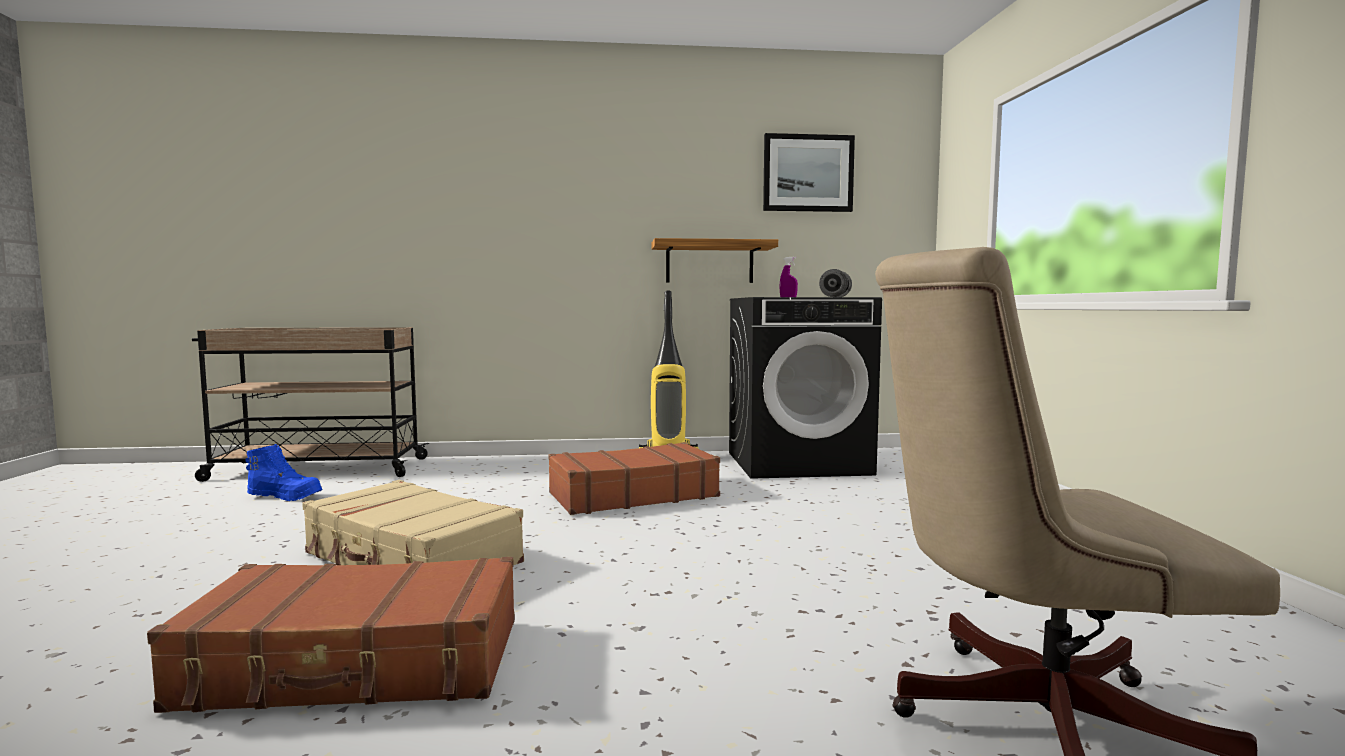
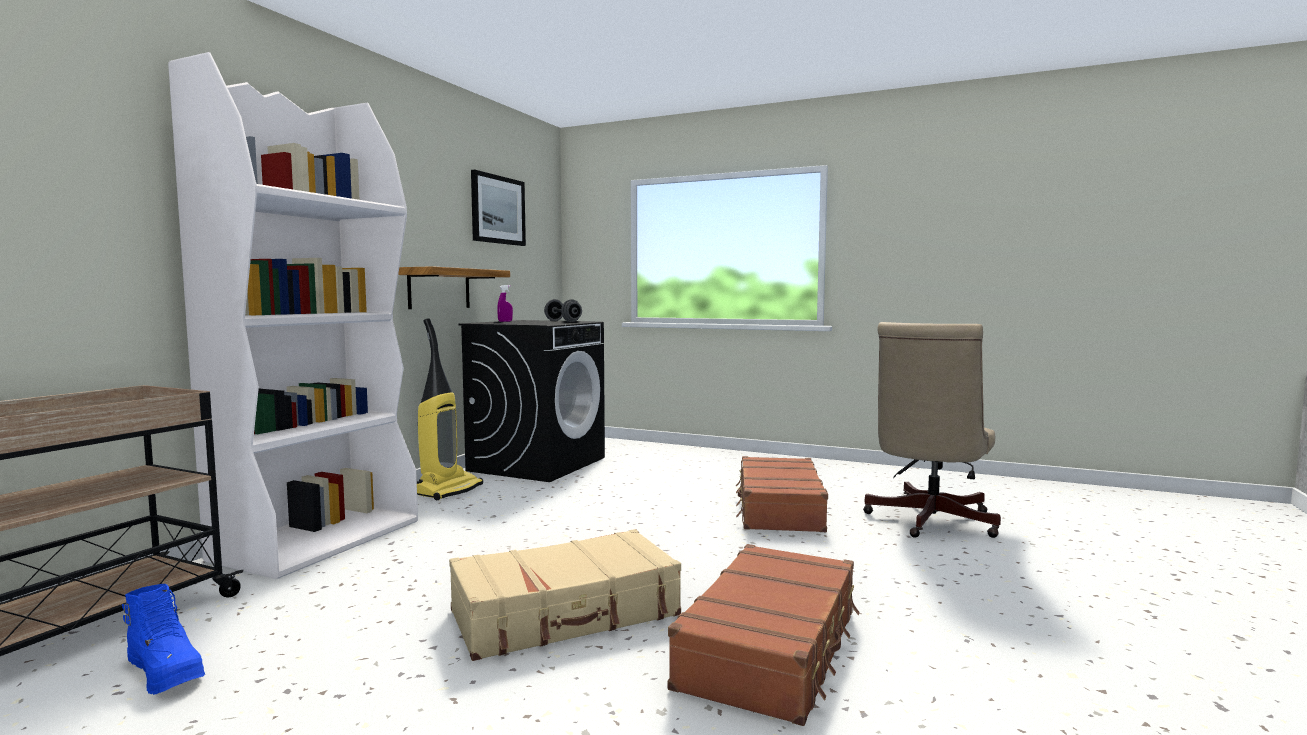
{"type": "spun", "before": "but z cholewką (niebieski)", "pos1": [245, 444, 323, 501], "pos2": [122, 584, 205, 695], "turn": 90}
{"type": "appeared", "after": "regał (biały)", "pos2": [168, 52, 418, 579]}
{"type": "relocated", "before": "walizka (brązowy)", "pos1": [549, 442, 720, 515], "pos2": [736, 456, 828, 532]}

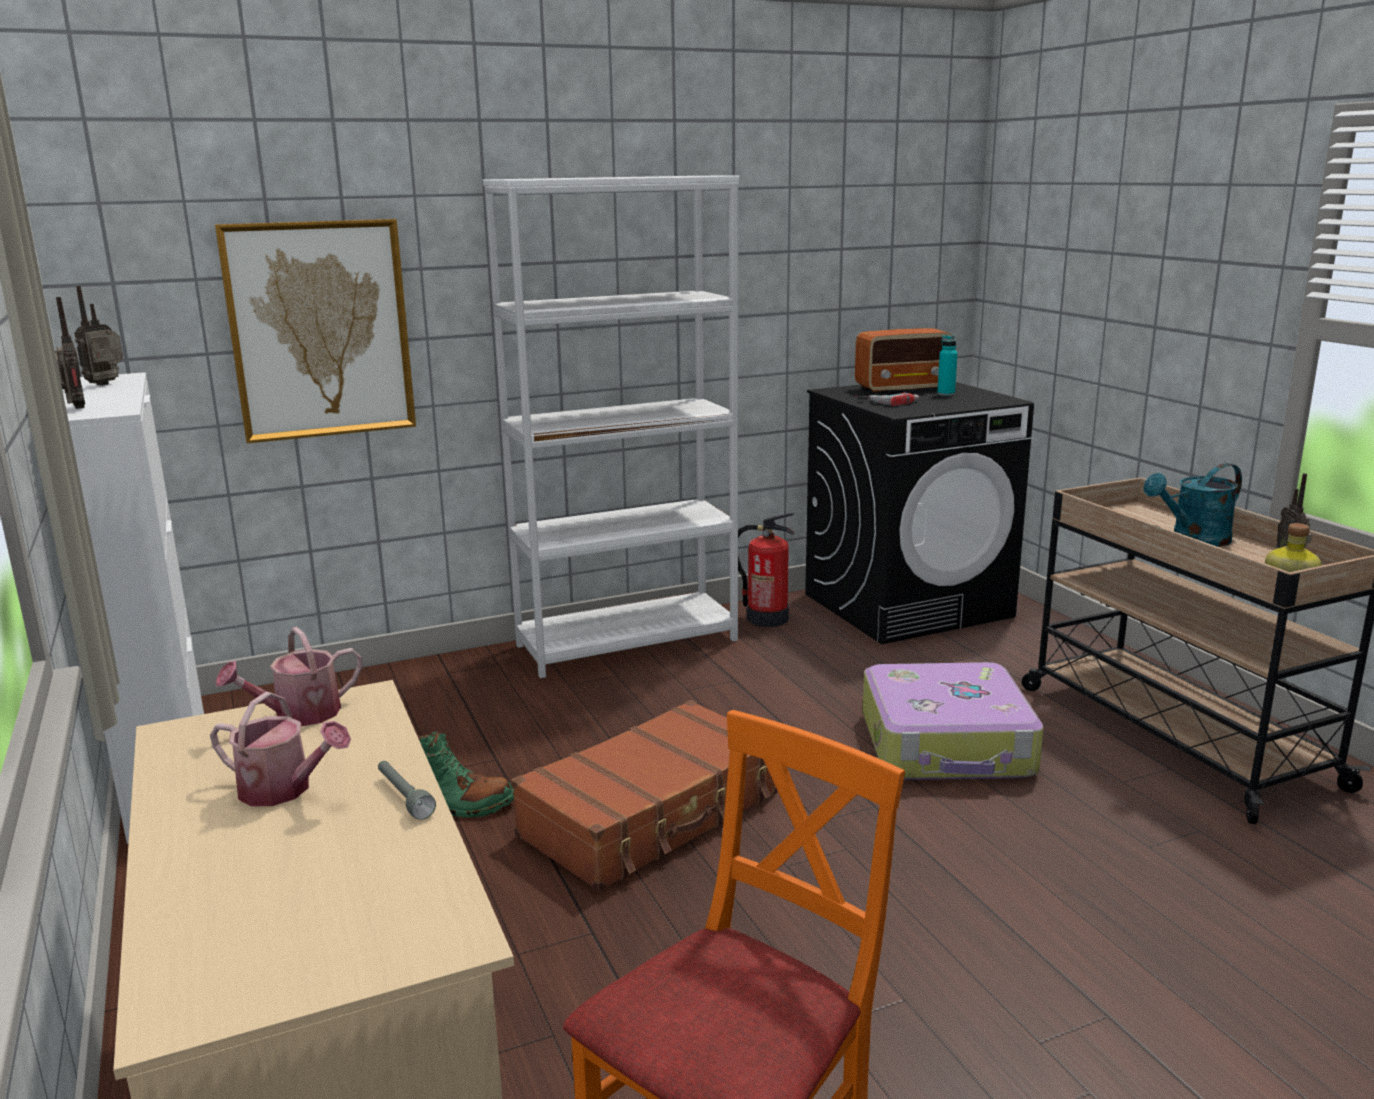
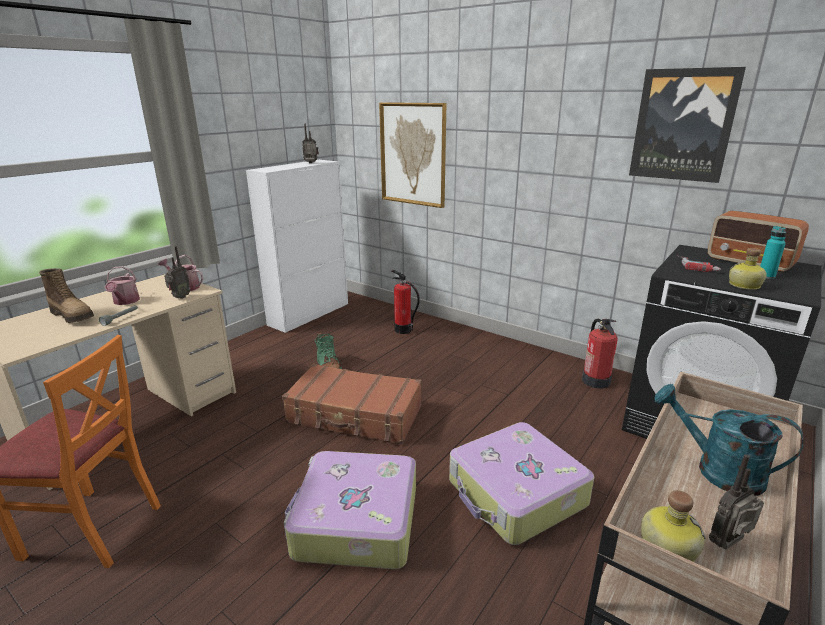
{"type": "appeared", "after": "but z cholewką", "pos2": [39, 268, 94, 323]}
{"type": "relocated", "before": "radio", "pos1": [55, 297, 85, 409], "pos2": [164, 246, 191, 299]}
{"type": "appeared", "after": "walizka", "pos2": [284, 451, 416, 569]}
{"type": "appeared", "after": "gaśnica", "pos2": [392, 270, 420, 334]}
{"type": "appeared", "after": "obraz", "pos2": [629, 67, 746, 183]}
{"type": "appeared", "after": "butelka", "pos2": [729, 248, 767, 290]}
{"type": "missing", "before": "regał (biały)", "pos1": [483, 176, 740, 678]}

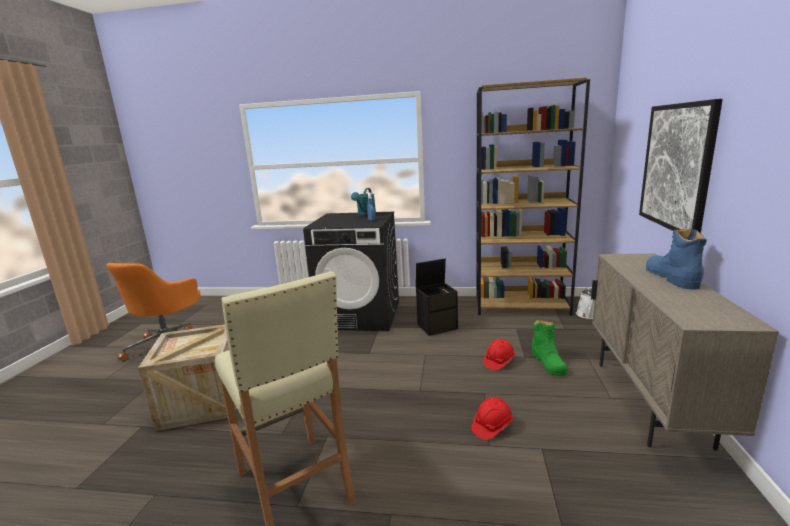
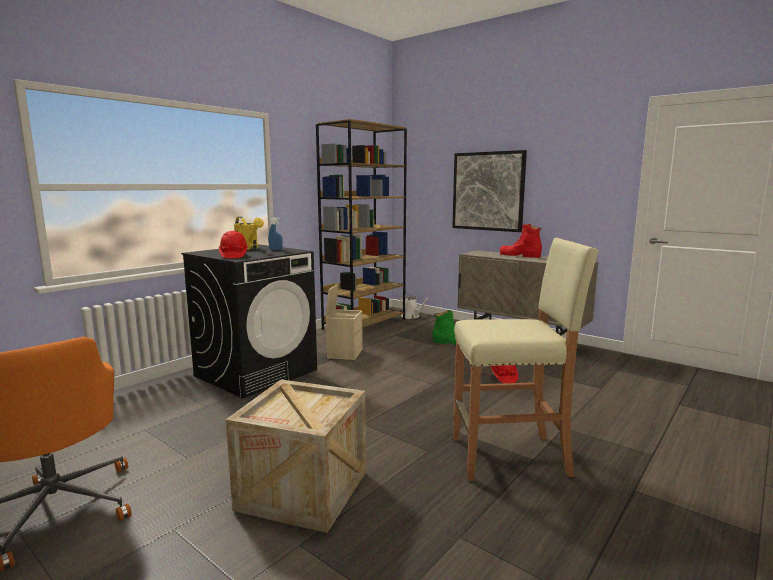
{"type": "relocated", "before": "kask (czerwony)", "pos1": [483, 339, 515, 370], "pos2": [219, 231, 248, 258]}
{"type": "colour", "before": "konewka (turkusowy)", "after": "konewka (żółty)", "pos1": [351, 188, 376, 217], "pos2": [234, 216, 264, 250]}
{"type": "colour", "before": "pojemnik do przechowywania (czarny)", "after": "pojemnik do przechowywania (beżowy)", "pos1": [416, 258, 458, 336], "pos2": [326, 283, 363, 360]}
{"type": "colour", "before": "but z cholewką (niebieski)", "after": "but z cholewką (czerwony)", "pos1": [646, 229, 707, 289], "pos2": [500, 224, 542, 258]}

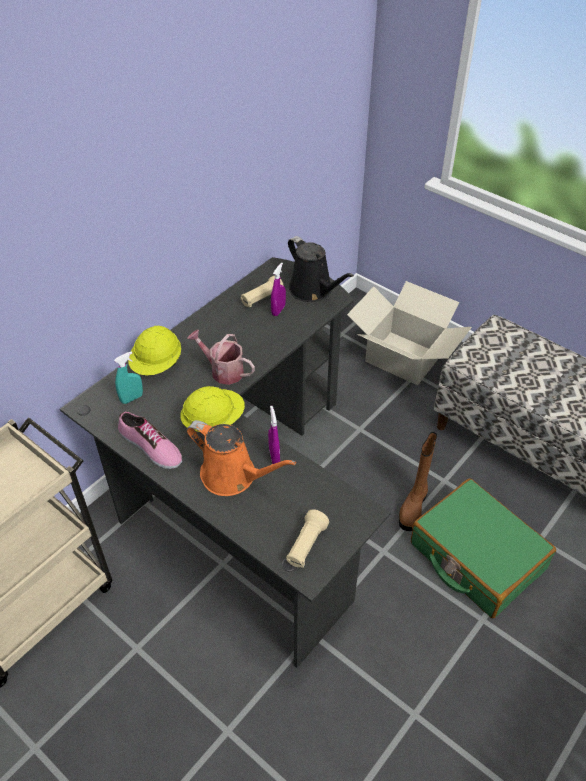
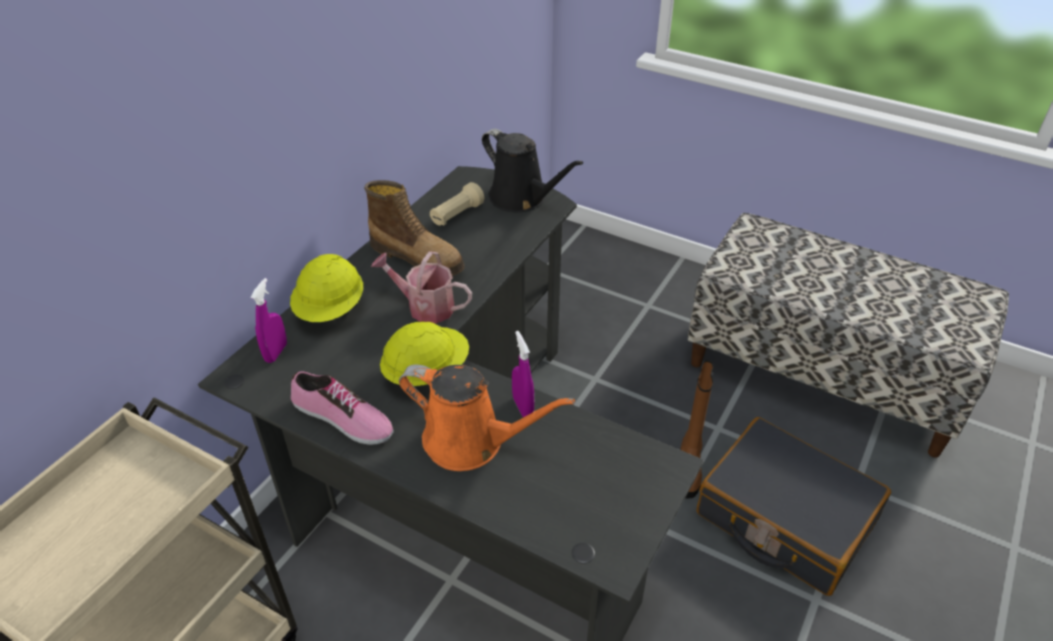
{"type": "relocated", "before": "spryskiwacz (fioletowy)", "pos1": [271, 262, 286, 316], "pos2": [251, 278, 287, 363]}
{"type": "appeared", "after": "but z cholewką", "pos2": [364, 180, 465, 276]}
{"type": "colour", "before": "walizka (zielony)", "after": "walizka (czarny)", "pos1": [411, 478, 556, 618], "pos2": [696, 417, 891, 596]}
{"type": "missing", "before": "spryskiwacz (turkusowy)", "pos1": [114, 351, 143, 404]}
{"type": "missing", "before": "latarka (beżowy)", "pos1": [286, 509, 329, 568]}
{"type": "missing", "before": "karton", "pos1": [347, 281, 472, 385]}

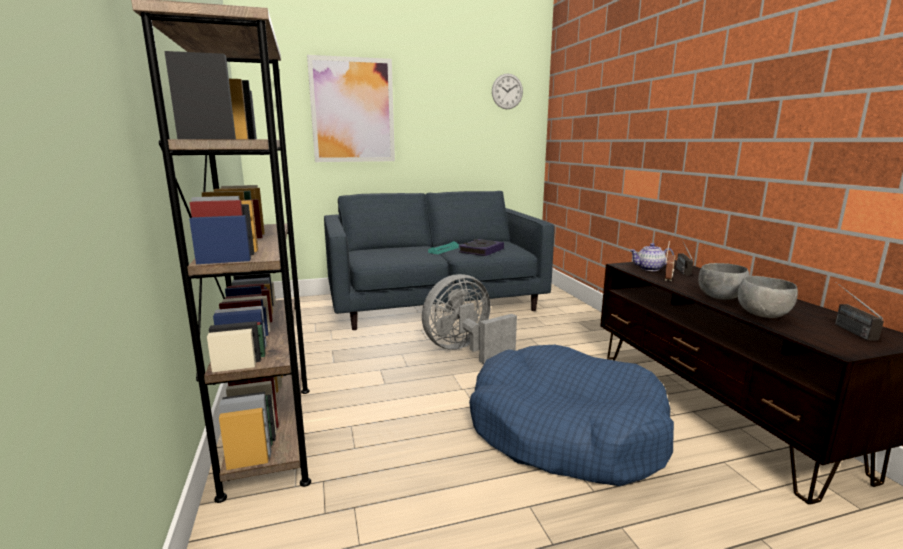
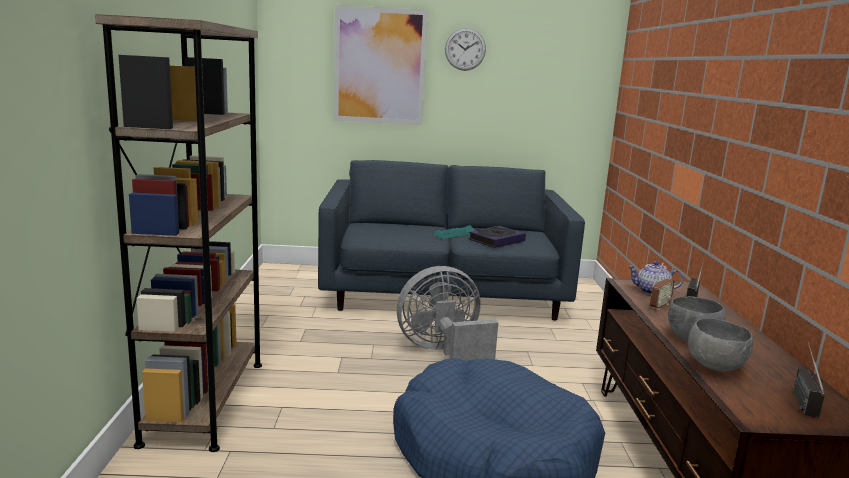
{"type": "relocated", "before": "zegar ścienny", "pos1": [492, 74, 523, 109], "pos2": [445, 28, 486, 71]}

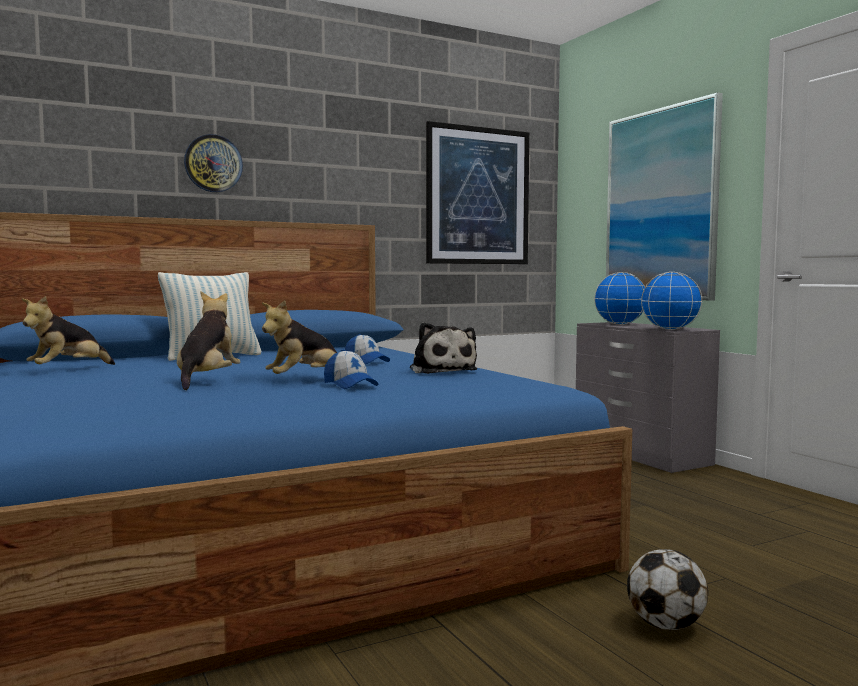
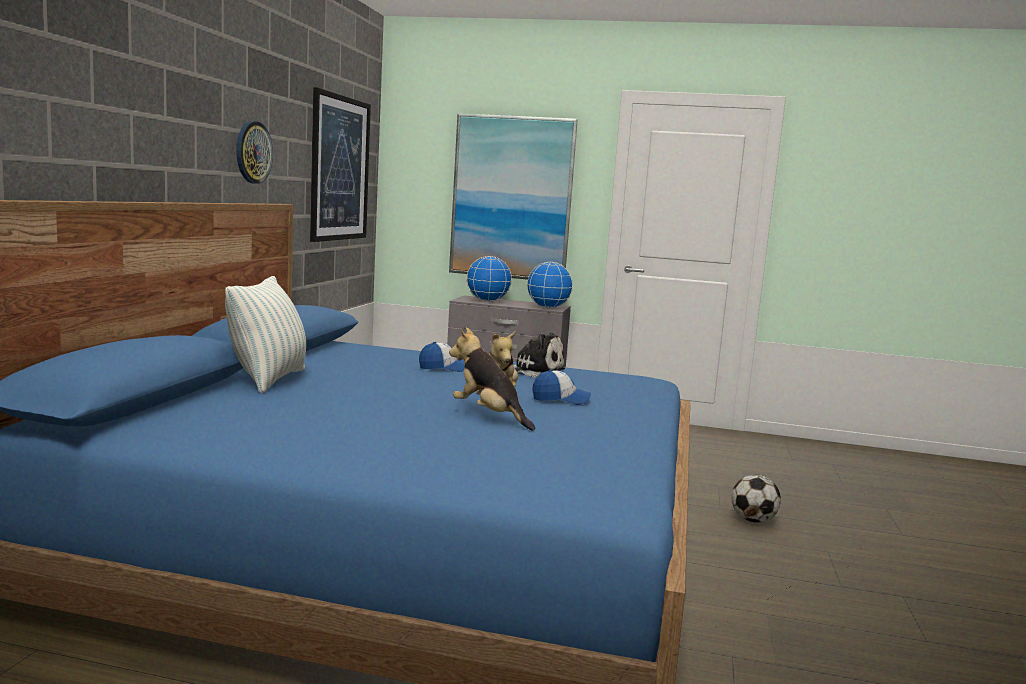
{"type": "relocated", "before": "zegar ścienny", "pos1": [184, 134, 243, 192], "pos2": [236, 121, 273, 184]}
{"type": "missing", "before": "pluszak", "pos1": [22, 296, 115, 365]}

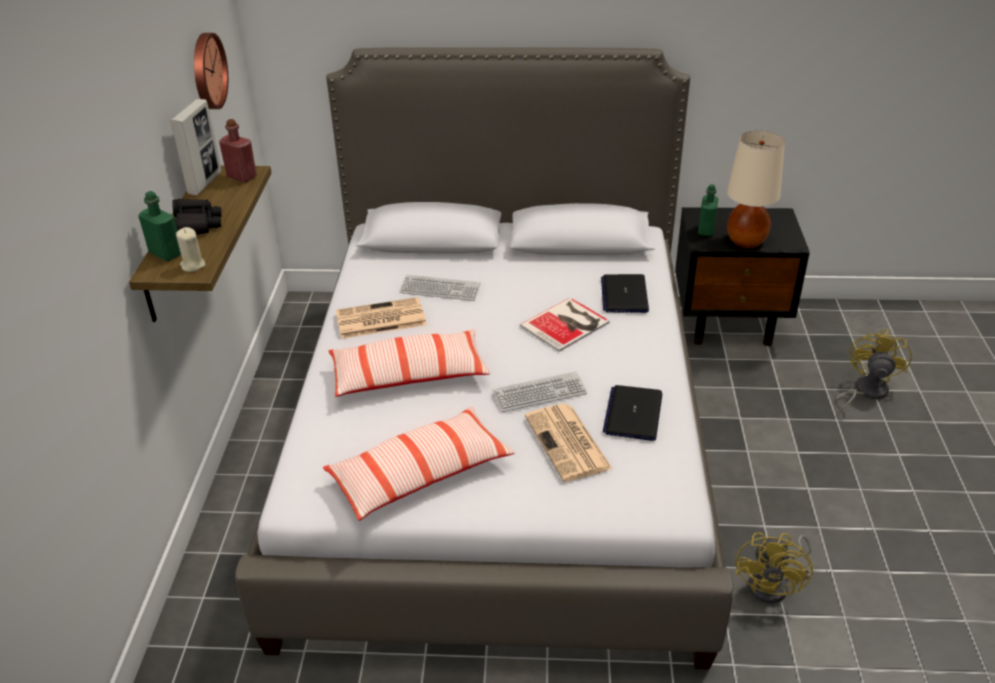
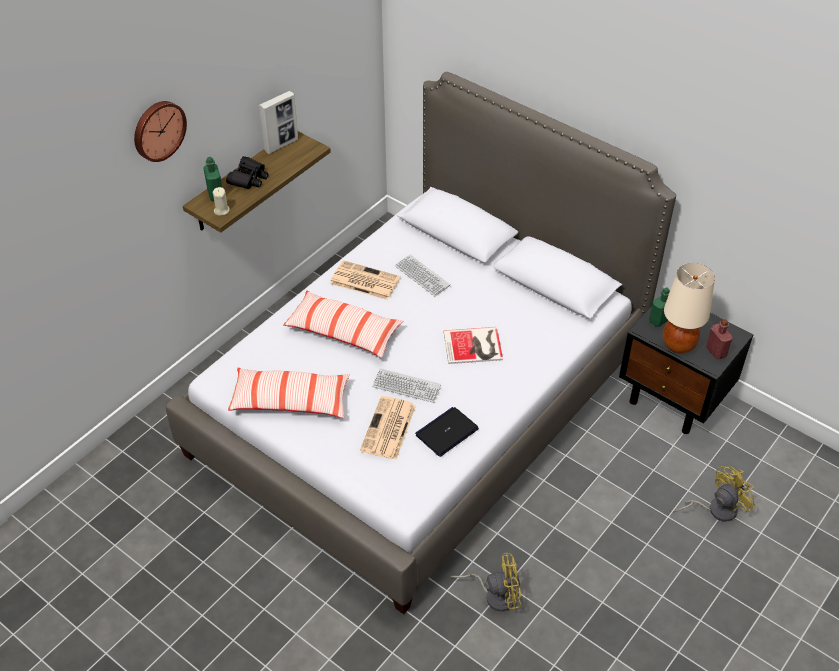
{"type": "relocated", "before": "zegar ścienny", "pos1": [194, 33, 228, 109], "pos2": [134, 101, 187, 162]}
{"type": "spun", "before": "wentylator (żółty)", "pos1": [736, 532, 813, 604], "pos2": [451, 553, 522, 612], "turn": -150}
{"type": "relocated", "before": "butelka (czerwony)", "pos1": [219, 119, 257, 182], "pos2": [706, 319, 733, 359]}
{"type": "missing", "before": "laptop", "pos1": [601, 274, 649, 313]}

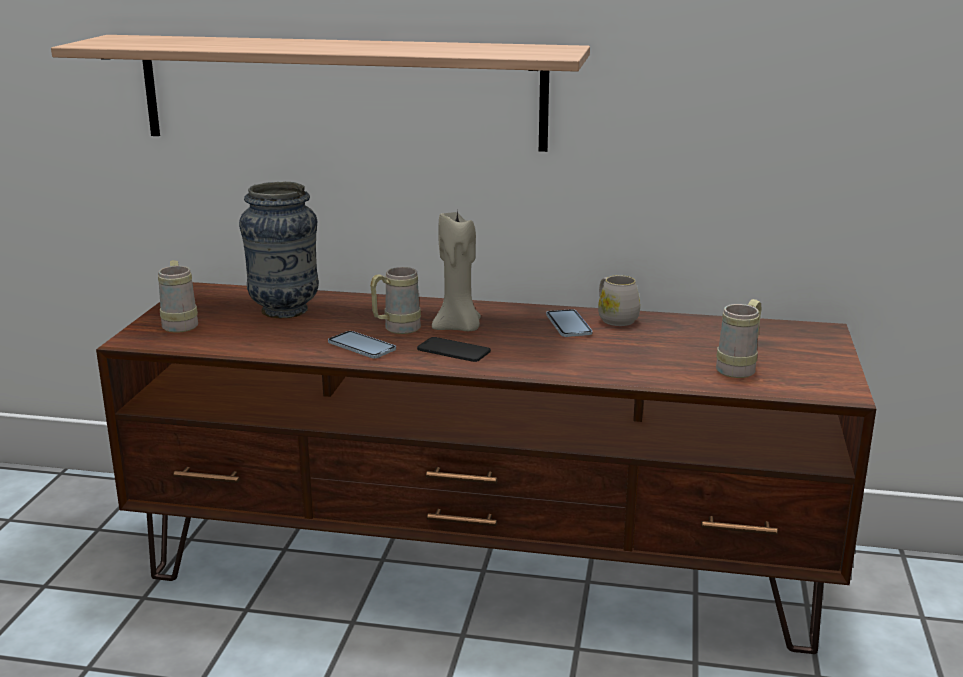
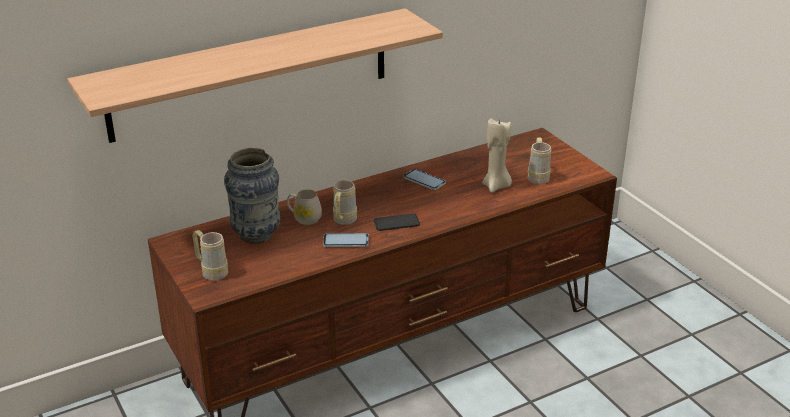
{"type": "relocated", "before": "kubek (biały)", "pos1": [598, 275, 640, 326], "pos2": [287, 189, 322, 225]}
{"type": "relocated", "before": "świeca (beżowy)", "pos1": [432, 210, 481, 331], "pos2": [482, 118, 512, 193]}

